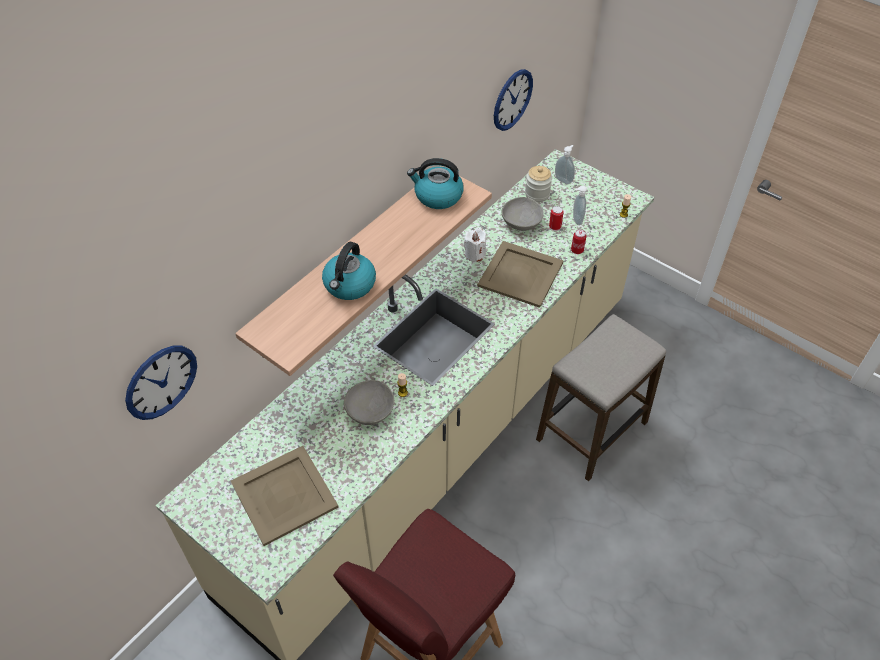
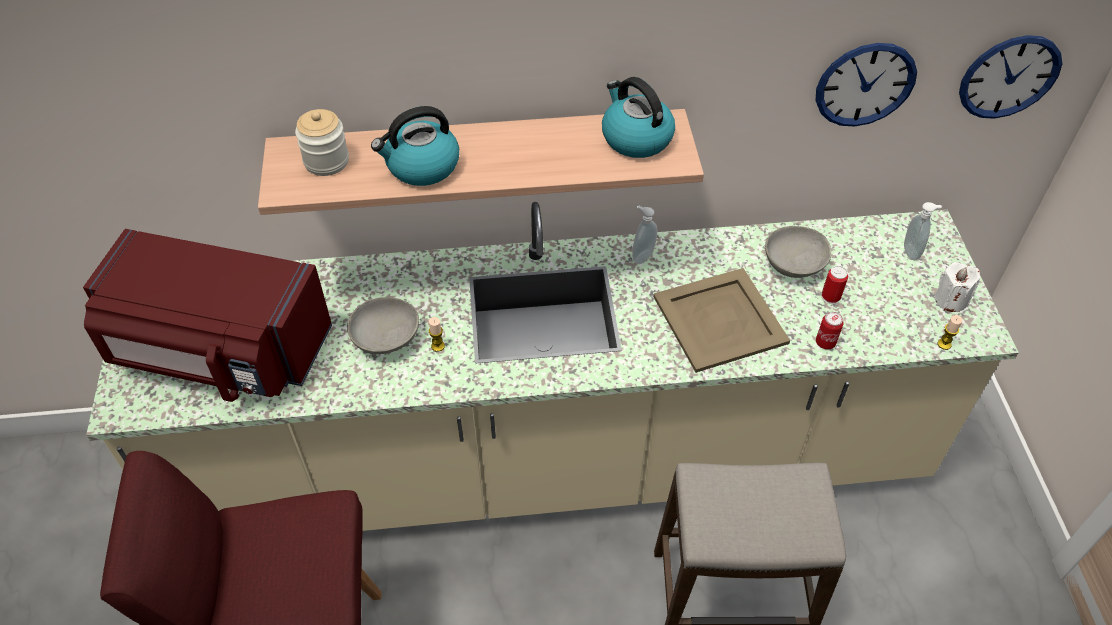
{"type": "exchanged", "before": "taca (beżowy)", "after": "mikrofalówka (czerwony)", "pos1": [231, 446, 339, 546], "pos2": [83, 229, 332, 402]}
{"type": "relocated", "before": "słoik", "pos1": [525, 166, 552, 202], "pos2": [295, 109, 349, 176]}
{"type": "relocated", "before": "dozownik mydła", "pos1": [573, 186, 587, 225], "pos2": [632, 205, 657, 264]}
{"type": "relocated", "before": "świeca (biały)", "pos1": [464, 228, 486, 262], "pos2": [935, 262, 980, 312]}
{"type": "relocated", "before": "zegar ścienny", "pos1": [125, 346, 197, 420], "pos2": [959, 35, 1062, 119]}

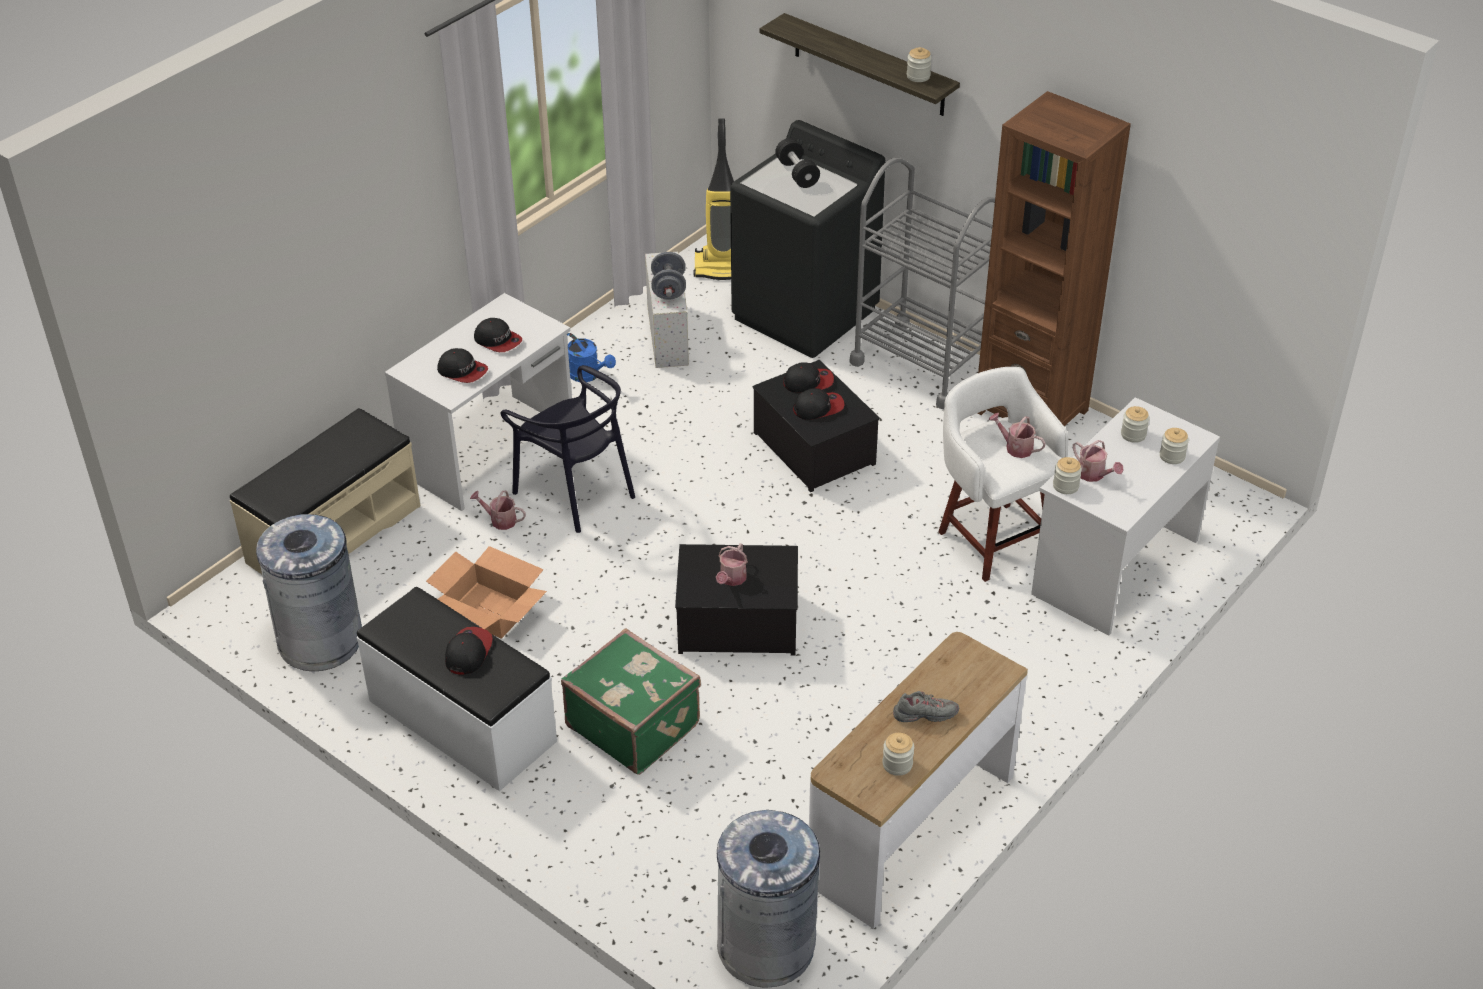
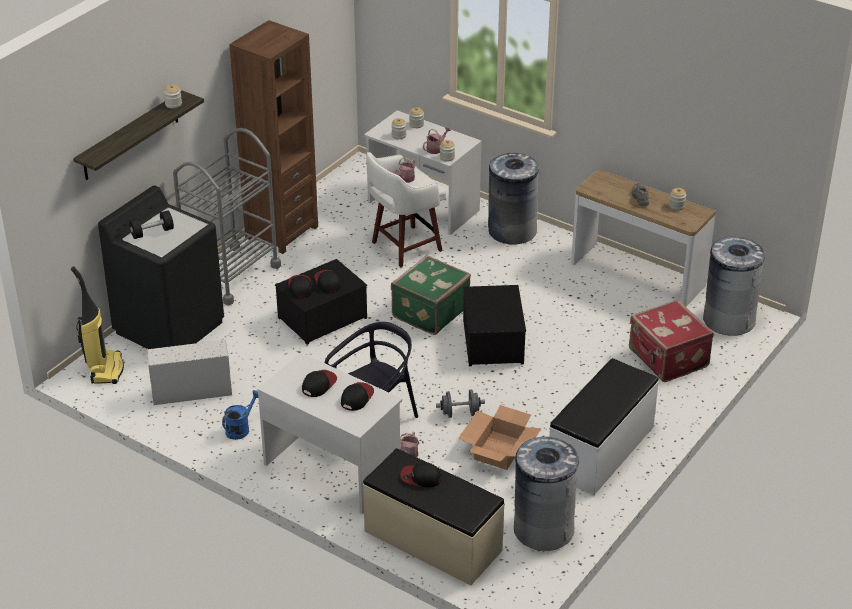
{"type": "relocated", "before": "walizka (zielony)", "pos1": [561, 628, 701, 775], "pos2": [391, 255, 471, 335]}
{"type": "relocated", "before": "czapka z daszkiem", "pos1": [445, 627, 493, 675], "pos2": [400, 462, 441, 487]}
{"type": "relocated", "before": "hantel (szary)", "pos1": [651, 252, 686, 300], "pos2": [436, 389, 485, 418]}
{"type": "appeared", "after": "kosz na śmieci (szary)", "pos2": [488, 153, 539, 244]}
{"type": "appeared", "after": "walizka (czerwony)", "pos2": [629, 300, 714, 382]}
{"type": "missing", "before": "konewka", "pos1": [716, 543, 748, 586]}

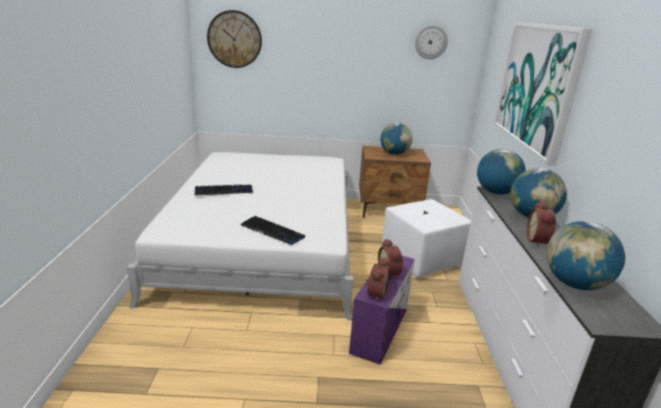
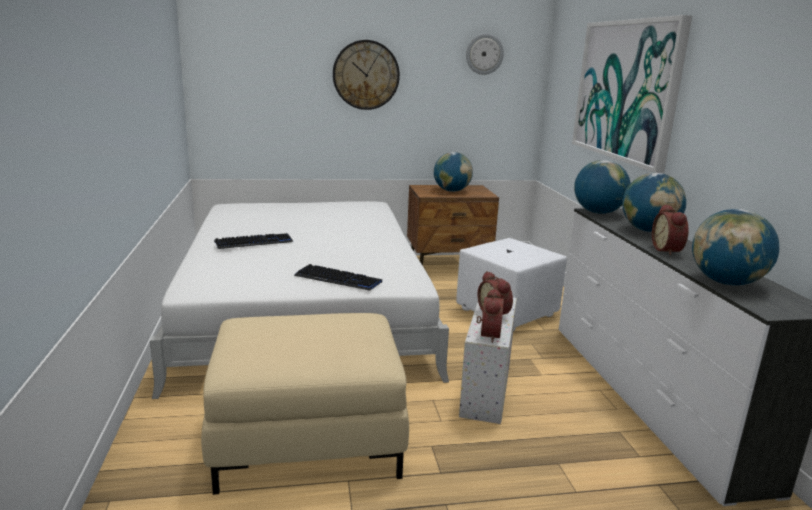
{"type": "appeared", "after": "pufa (beżowy)", "pos2": [201, 313, 409, 495]}
{"type": "relocated", "before": "zegar ścienny", "pos1": [207, 10, 262, 68], "pos2": [333, 40, 400, 110]}
{"type": "colour", "before": "pojemnik do przechowywania (fioletowy)", "after": "pojemnik do przechowywania (biały)", "pos1": [349, 256, 415, 365], "pos2": [459, 297, 517, 424]}

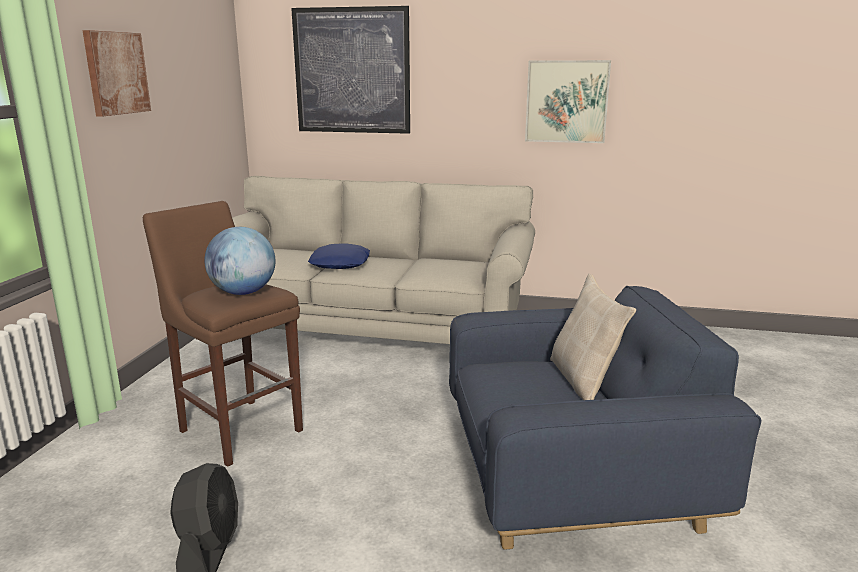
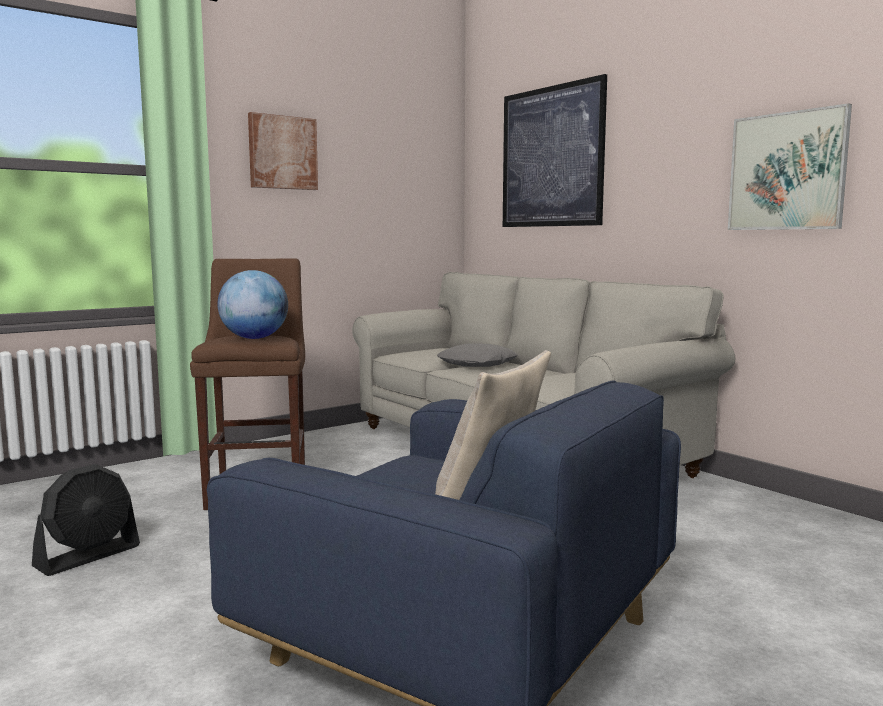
{"type": "colour", "before": "poduszka (niebieski)", "after": "poduszka (szary)", "pos1": [308, 243, 370, 269], "pos2": [437, 344, 518, 367]}

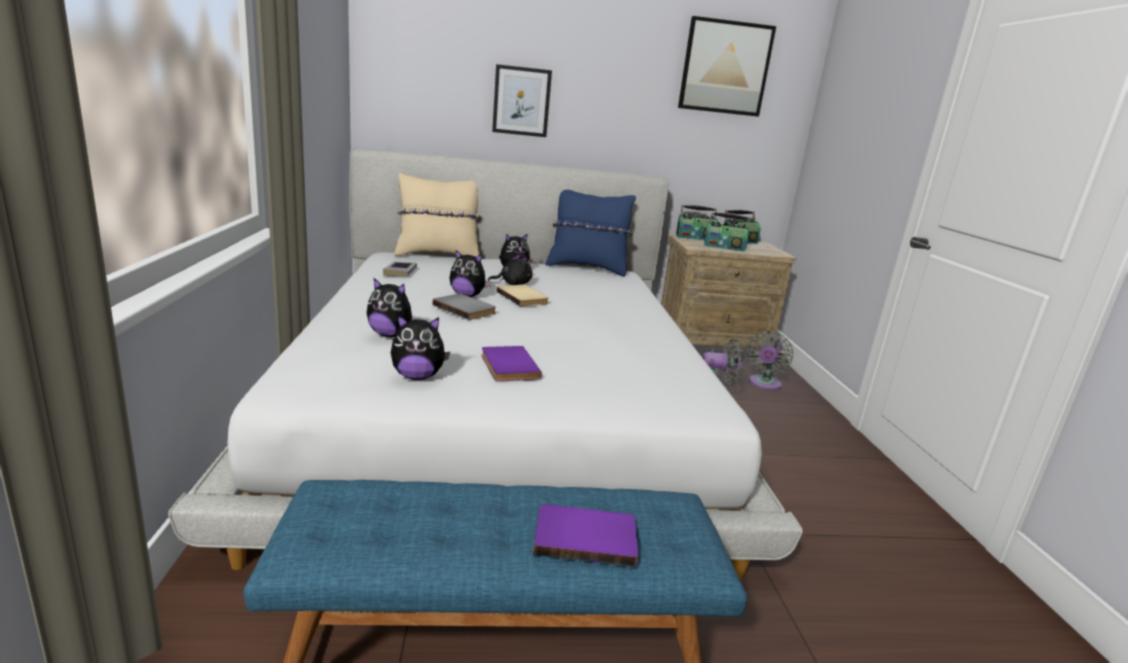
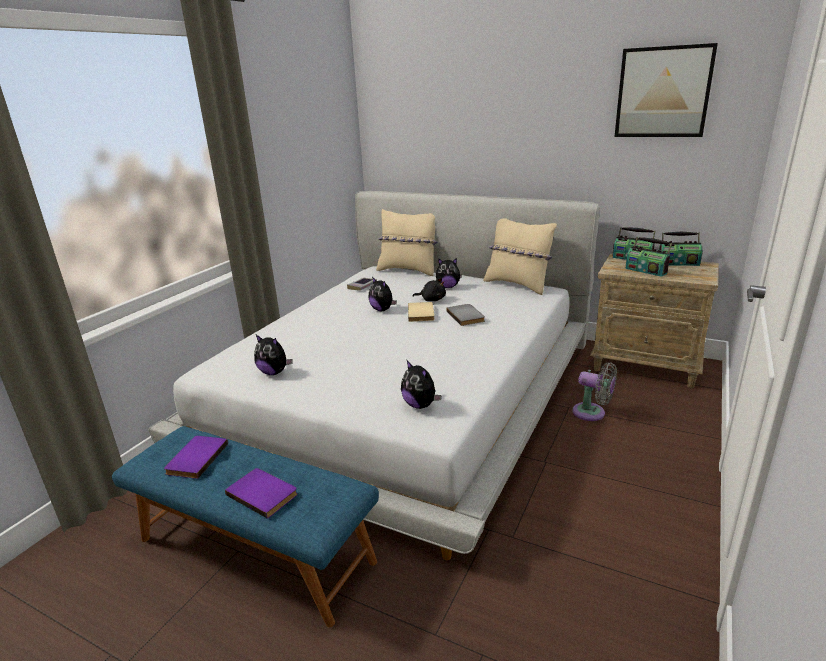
{"type": "relocated", "before": "książka (fioletowy)", "pos1": [482, 346, 542, 382], "pos2": [164, 436, 228, 479]}
{"type": "relocated", "before": "pluszak", "pos1": [367, 278, 420, 337], "pos2": [401, 360, 441, 409]}
{"type": "relocated", "before": "książka (szary)", "pos1": [433, 294, 496, 320], "pos2": [446, 304, 485, 326]}
{"type": "colour", "before": "poduszka (niebieski)", "after": "poduszka (beżowy)", "pos1": [545, 190, 636, 277], "pos2": [483, 218, 557, 295]}
{"type": "missing", "before": "obraz", "pos1": [492, 64, 552, 137]}
{"type": "missing", "before": "wentylator (szary)", "pos1": [747, 331, 793, 390]}

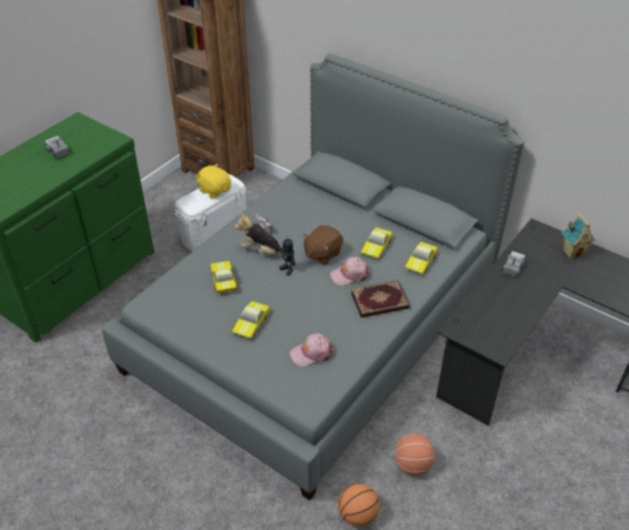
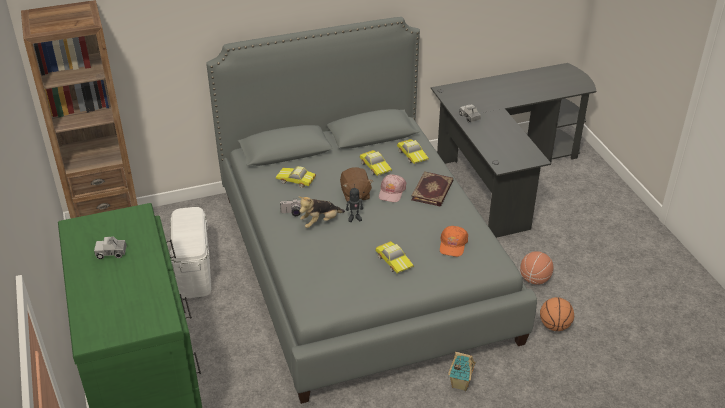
{"type": "relocated", "before": "samochodzik", "pos1": [210, 261, 237, 294], "pos2": [276, 166, 316, 188]}
{"type": "colour", "before": "czapka z daszkiem (różowy)", "after": "czapka z daszkiem (pomarańczowy)", "pos1": [289, 333, 334, 367], "pos2": [440, 226, 468, 257]}
{"type": "relocated", "before": "domek", "pos1": [562, 214, 596, 260], "pos2": [448, 352, 476, 391]}
{"type": "missing", "before": "pluszak (żółty)", "pos1": [195, 163, 231, 199]}

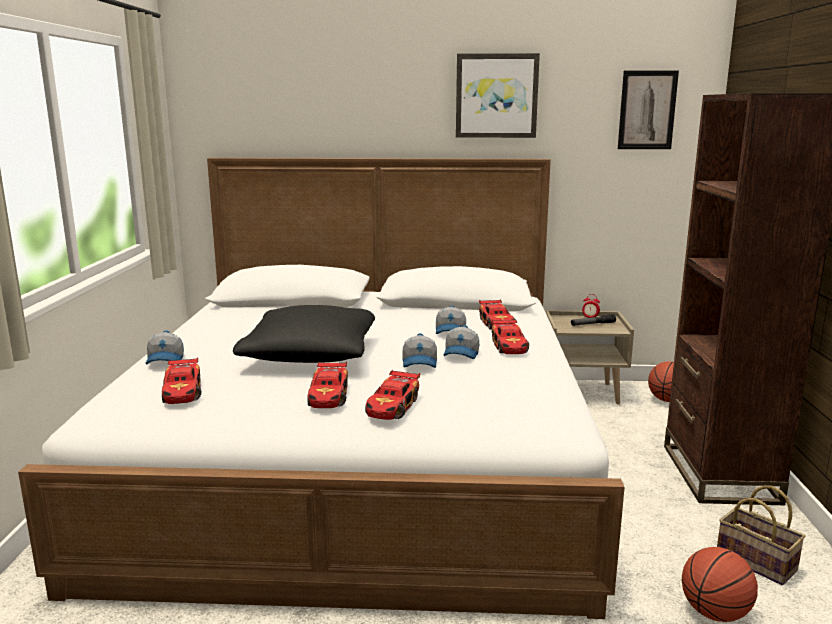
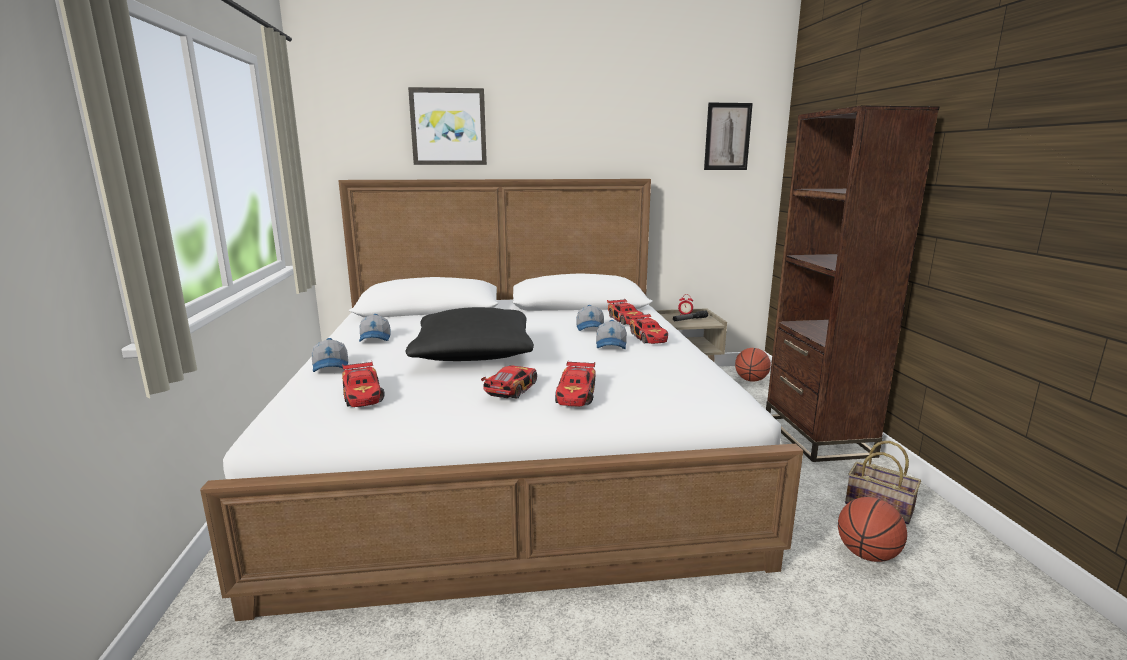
{"type": "relocated", "before": "czapka z daszkiem", "pos1": [402, 333, 437, 368], "pos2": [359, 314, 391, 342]}
{"type": "relocated", "before": "obraz", "pos1": [456, 53, 540, 138], "pos2": [408, 87, 487, 165]}
{"type": "spun", "before": "samochodzik", "pos1": [307, 361, 348, 408], "pos2": [481, 365, 537, 399], "turn": -150}

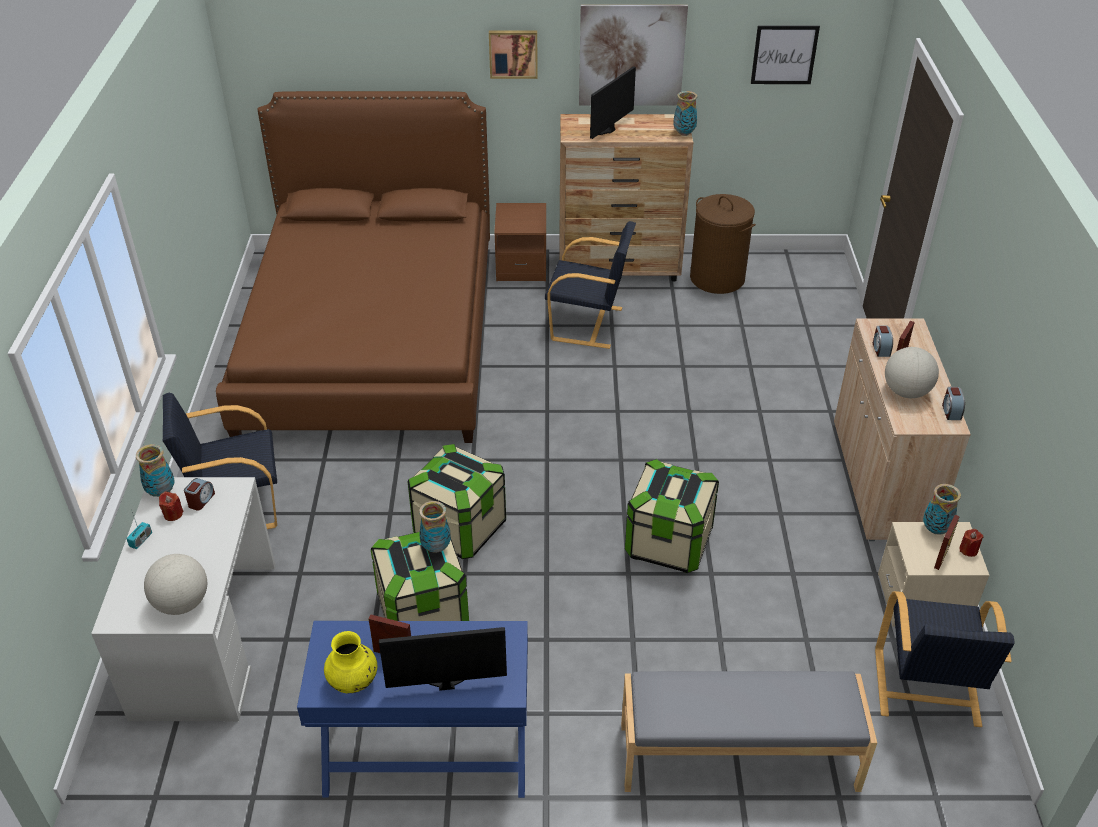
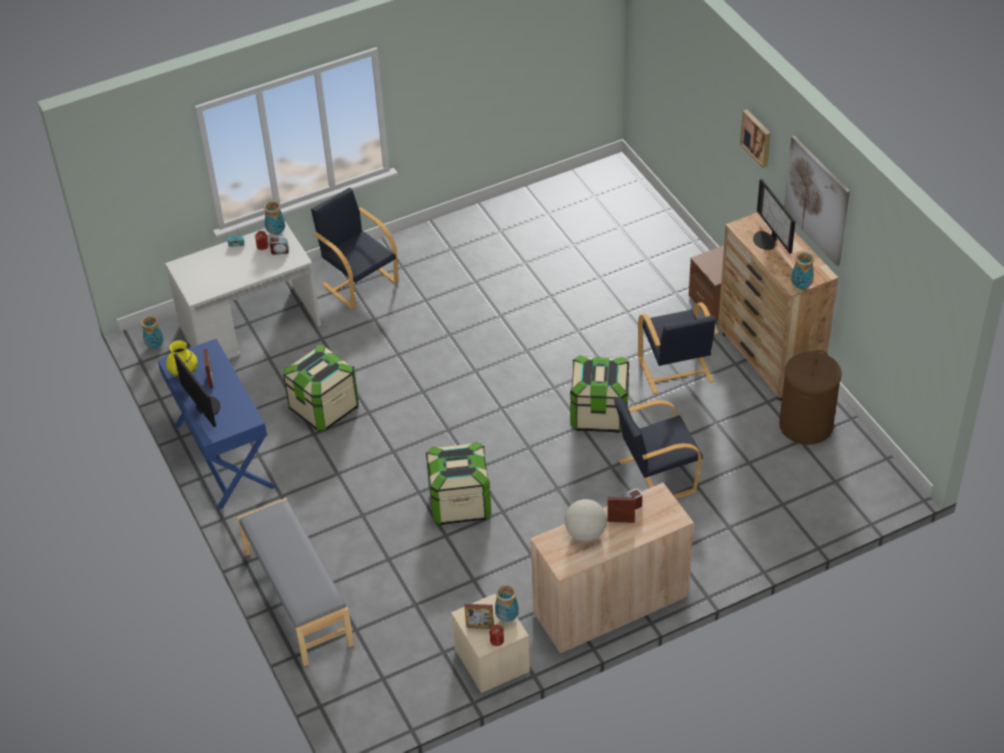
{"type": "relocated", "before": "wazon", "pos1": [419, 501, 451, 553], "pos2": [141, 315, 164, 349]}
{"type": "relocated", "before": "pojemnik do przechowywania", "pos1": [408, 444, 506, 559], "pos2": [570, 355, 629, 433]}
{"type": "relocated", "before": "fotel (czarny)", "pos1": [875, 591, 1014, 727], "pos2": [614, 397, 703, 498]}
{"type": "spun", "before": "monitor", "pos1": [590, 66, 636, 139], "pos2": [753, 179, 795, 254], "turn": -120}
{"type": "missing", "before": "globus", "pos1": [144, 554, 207, 615]}
{"type": "missing", "before": "łóżko (brązowy)", "pos1": [216, 91, 490, 443]}
{"type": "missing", "before": "obraz", "pos1": [751, 25, 820, 84]}
{"type": "missing", "before": "budzik", "pos1": [942, 387, 965, 420]}

